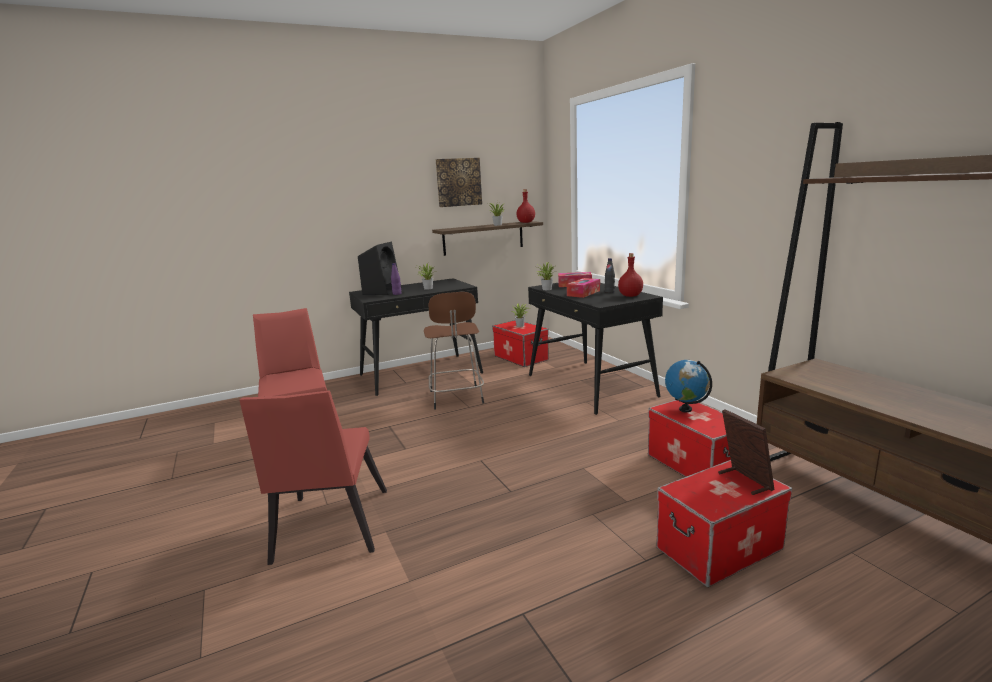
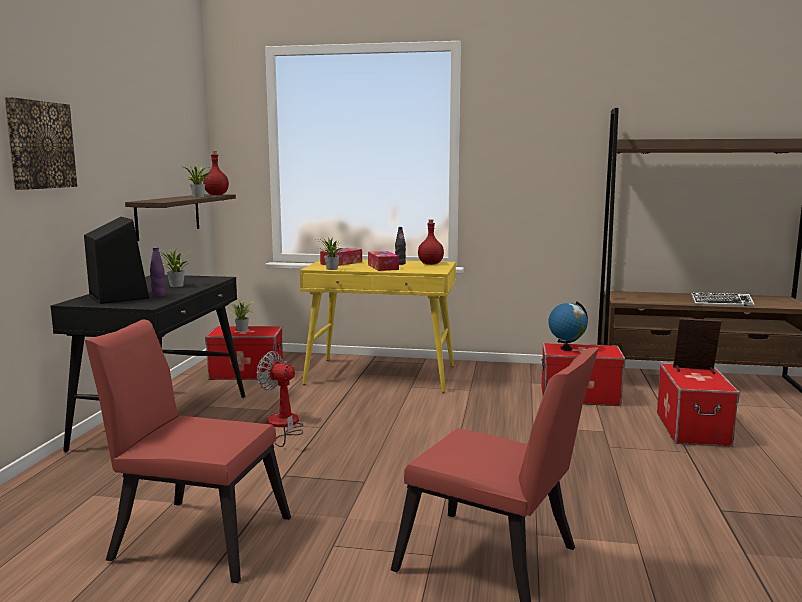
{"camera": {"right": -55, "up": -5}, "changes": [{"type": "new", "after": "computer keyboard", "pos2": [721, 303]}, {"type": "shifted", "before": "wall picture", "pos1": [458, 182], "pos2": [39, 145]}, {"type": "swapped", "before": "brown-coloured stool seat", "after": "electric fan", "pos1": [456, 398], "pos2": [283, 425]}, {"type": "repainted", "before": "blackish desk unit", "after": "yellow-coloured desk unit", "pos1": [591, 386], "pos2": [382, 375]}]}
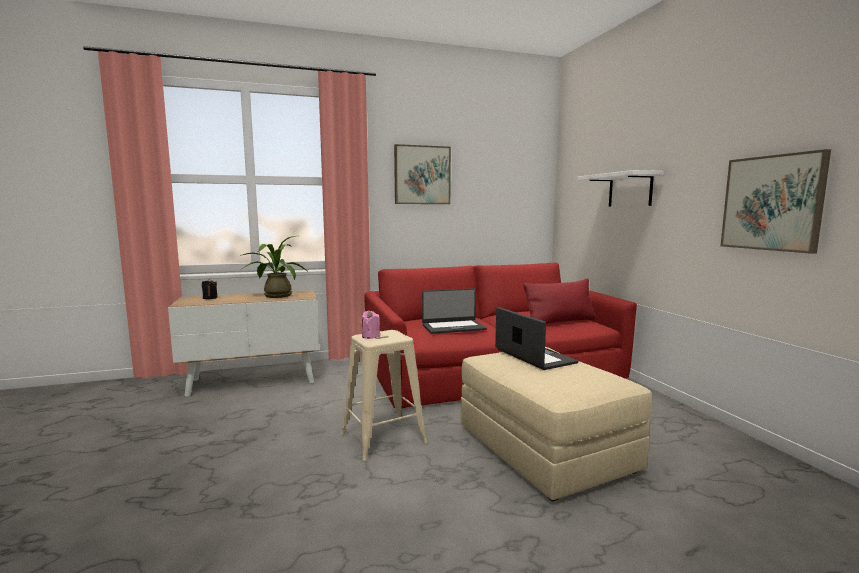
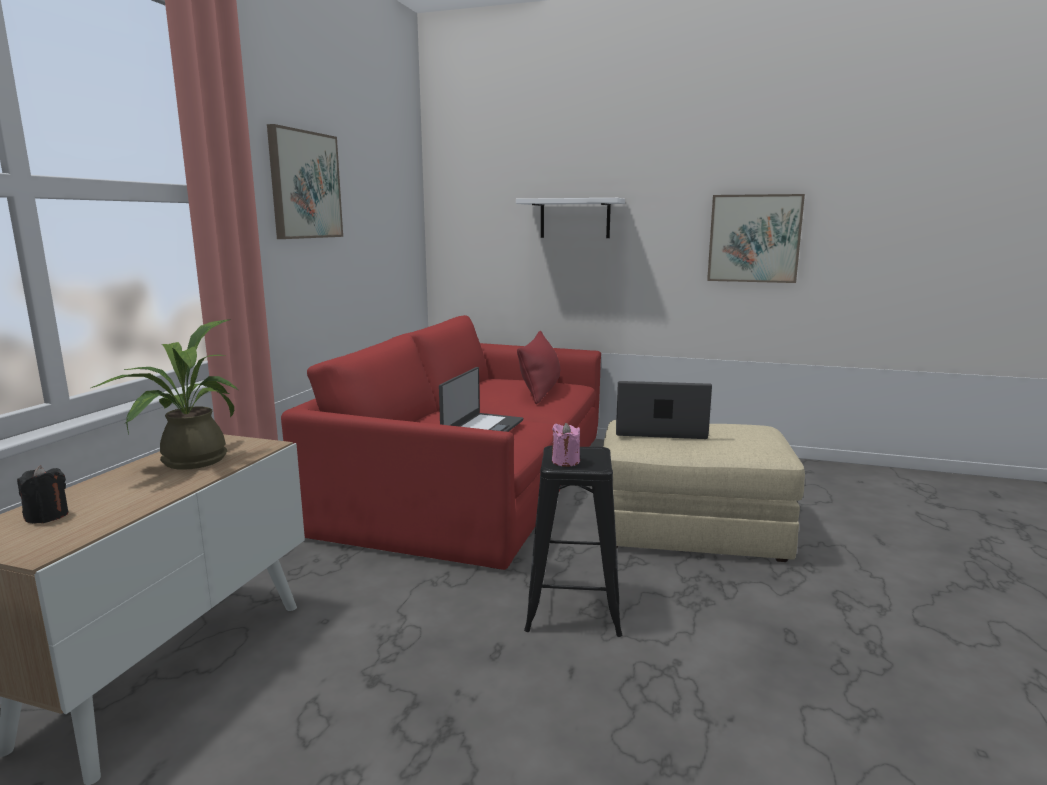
{"camera": {"right": -55, "up": 5}, "changes": [{"type": "repainted", "before": "beige stool seat", "after": "blackish stool seat", "pos1": [383, 438], "pos2": [573, 605]}]}
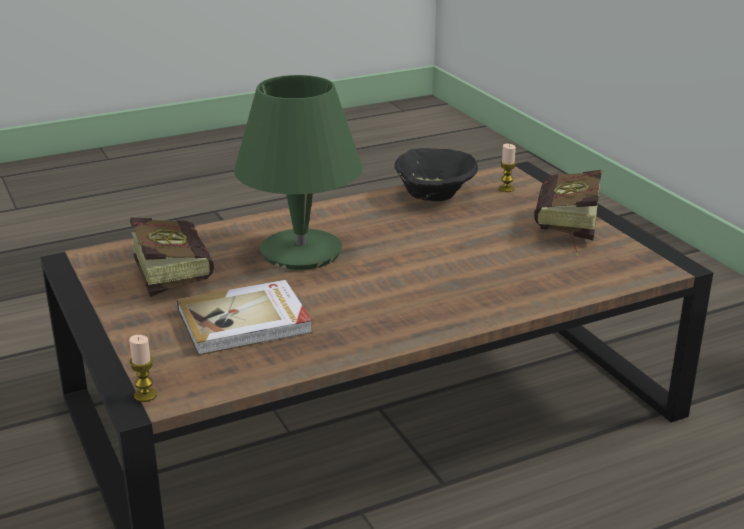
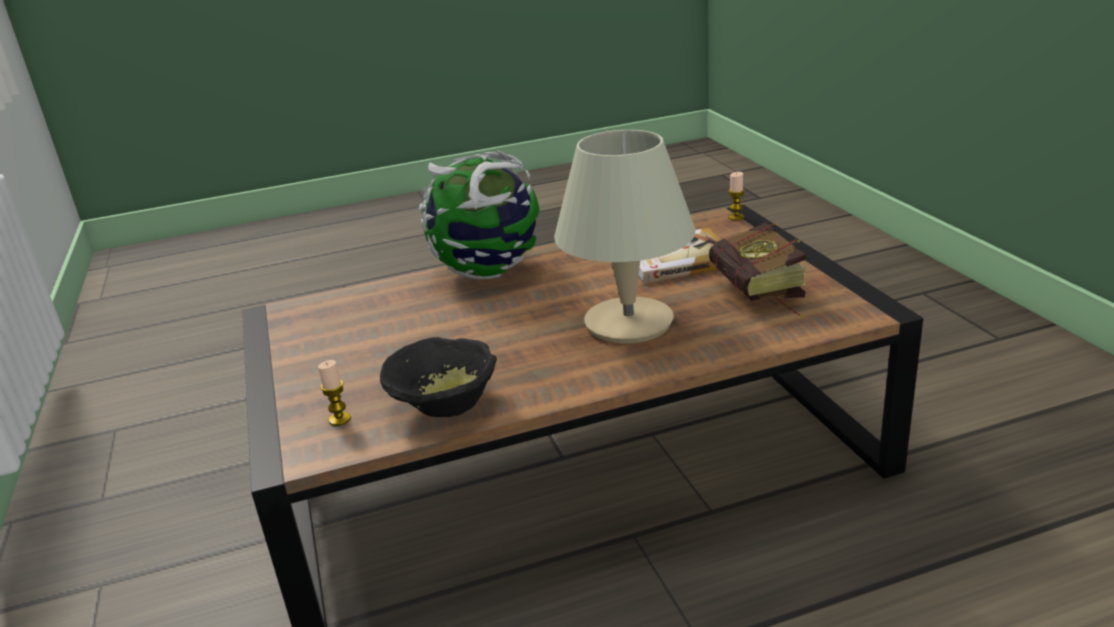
{"camera": {"right": -170, "up": 0}, "changes": [{"type": "gone", "before": "bound book", "pos1": [565, 232]}, {"type": "new", "after": "desk globe", "pos2": [489, 272]}, {"type": "repainted", "before": "greenish tabletop lamp", "after": "beige tabletop lamp", "pos1": [301, 251], "pos2": [628, 323]}]}
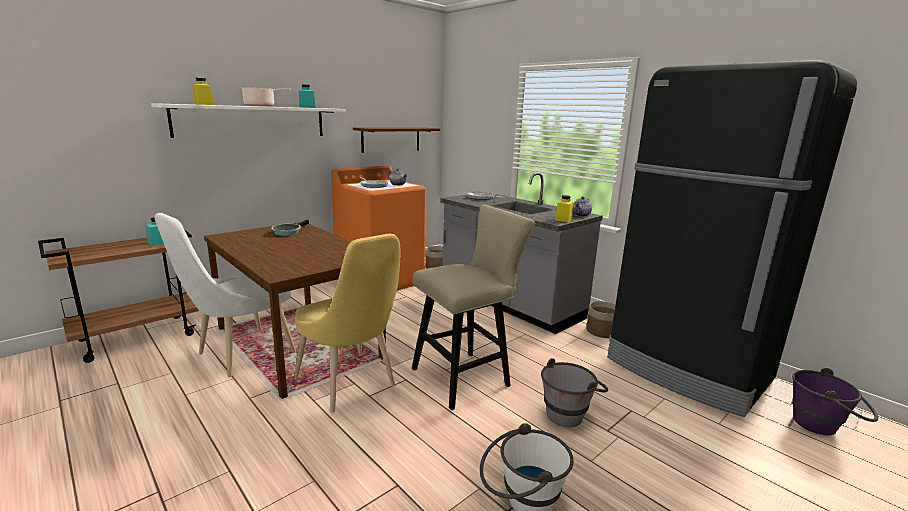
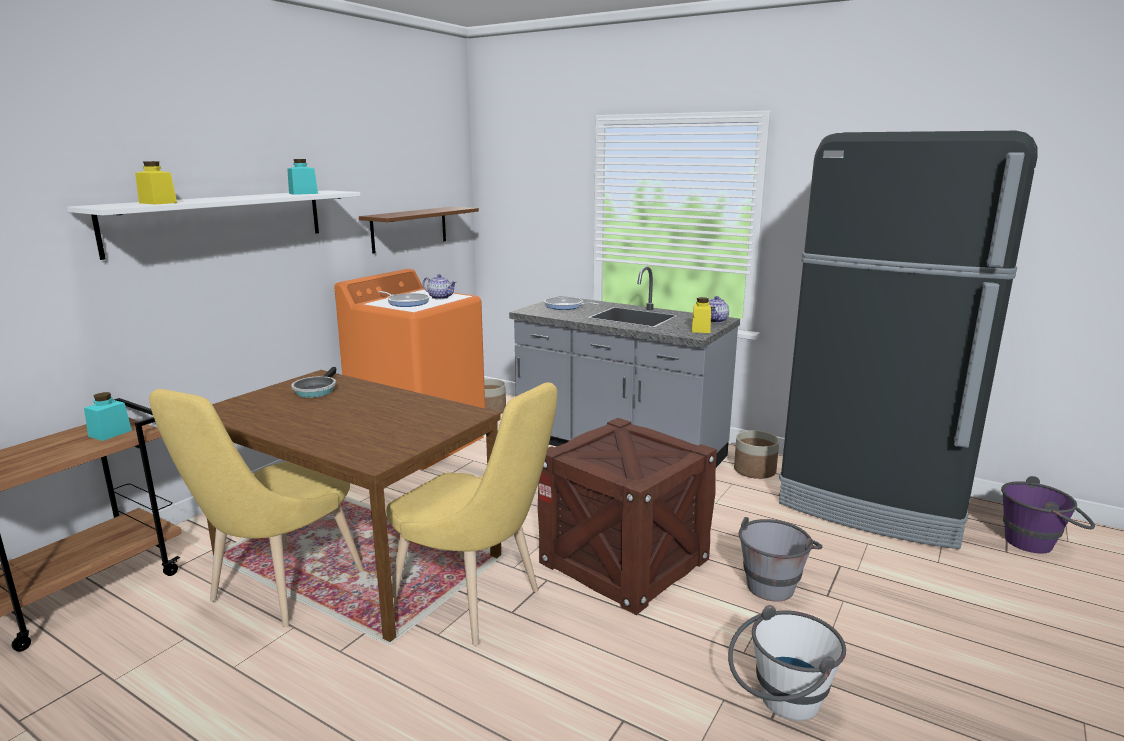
{"camera": {"right": -15, "up": 0}, "changes": [{"type": "gone", "before": "saucepot", "pos1": [261, 106]}, {"type": "swapped", "before": "beige stool seat", "after": "shipping crate", "pos1": [466, 376], "pos2": [624, 560]}, {"type": "repainted", "before": "whitish chair", "after": "yellow-coloured chair", "pos1": [240, 355], "pos2": [279, 590]}]}
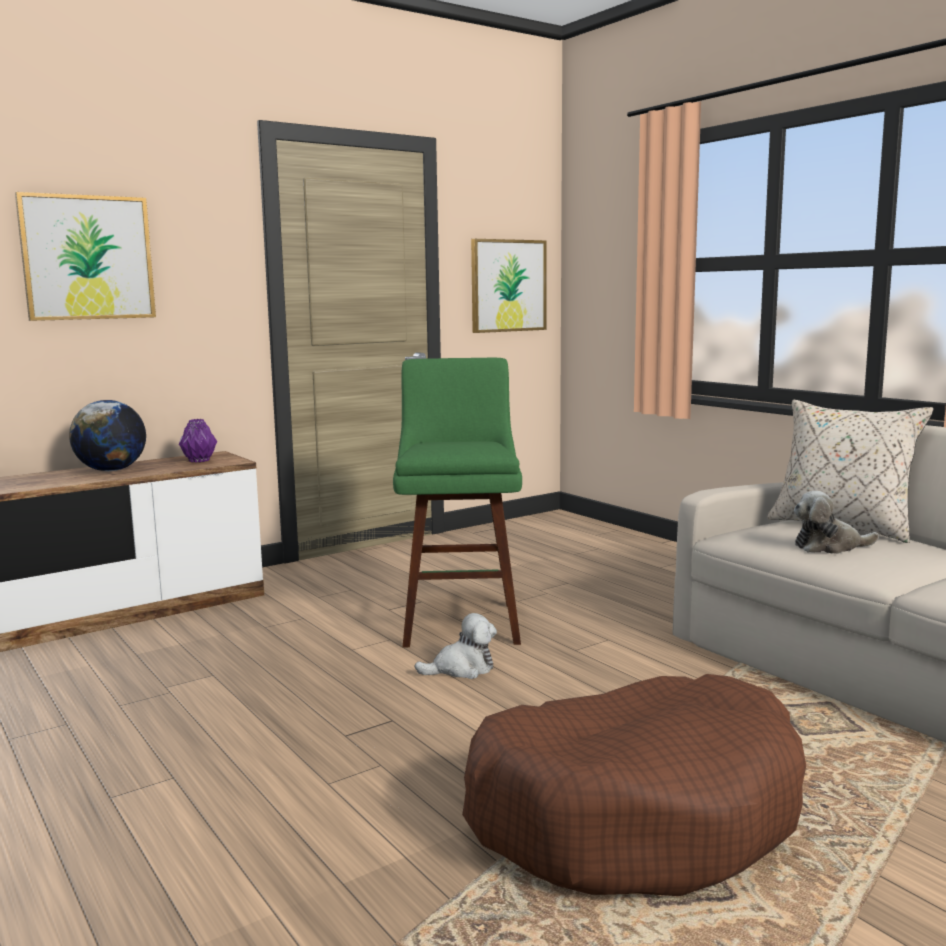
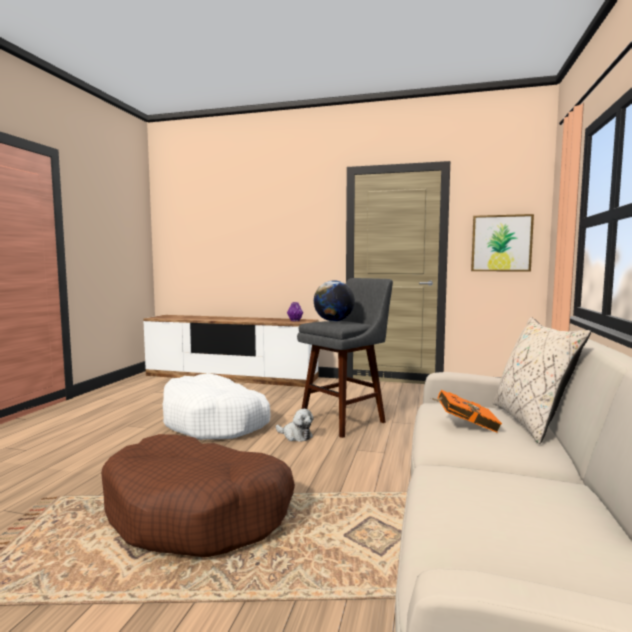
{"camera": {"right": 50, "up": -5}, "changes": [{"type": "gone", "before": "wall picture", "pos1": [87, 258]}, {"type": "new", "after": "whitish dog bed", "pos2": [215, 422]}, {"type": "shifted", "before": "desk globe", "pos1": [111, 470], "pos2": [333, 321]}, {"type": "swapped", "before": "plush toy", "after": "orange bound book", "pos1": [829, 547], "pos2": [464, 425]}, {"type": "repainted", "before": "greenish stool seat", "after": "grey stool seat", "pos1": [461, 621], "pos2": [345, 420]}]}
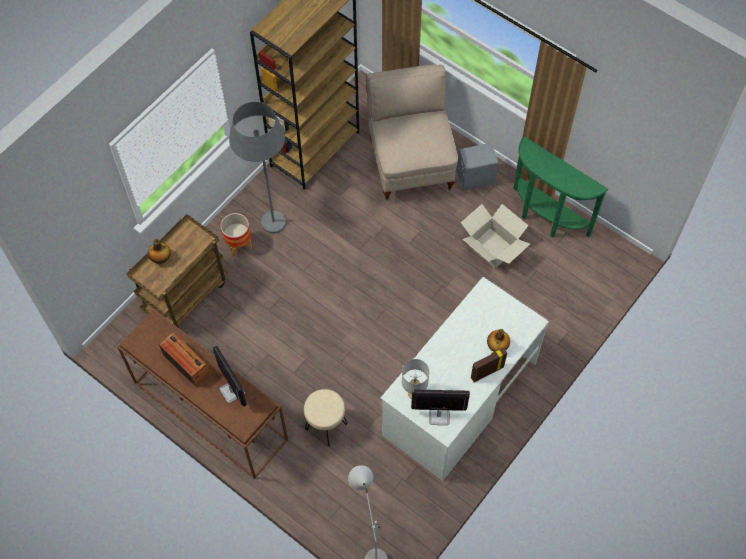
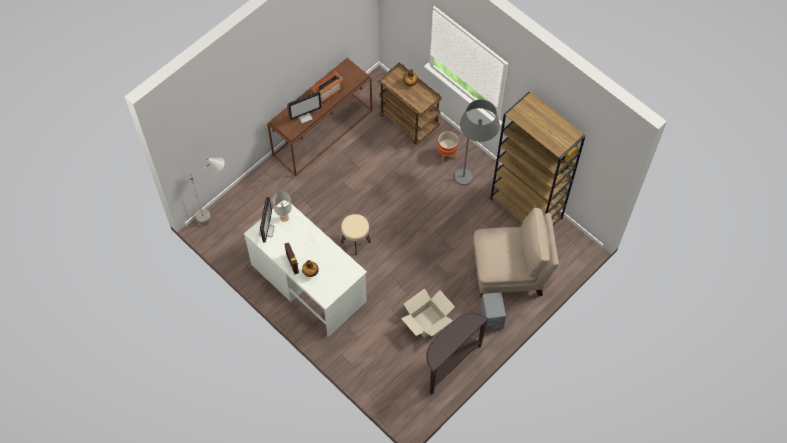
{"camera": {"right": 95, "up": 0}, "changes": [{"type": "shifted", "before": "beige stool seat", "pos1": [326, 426], "pos2": [356, 242]}, {"type": "repainted", "before": "greenish narrow table", "after": "brown-coloured narrow table", "pos1": [545, 219], "pos2": [449, 364]}]}
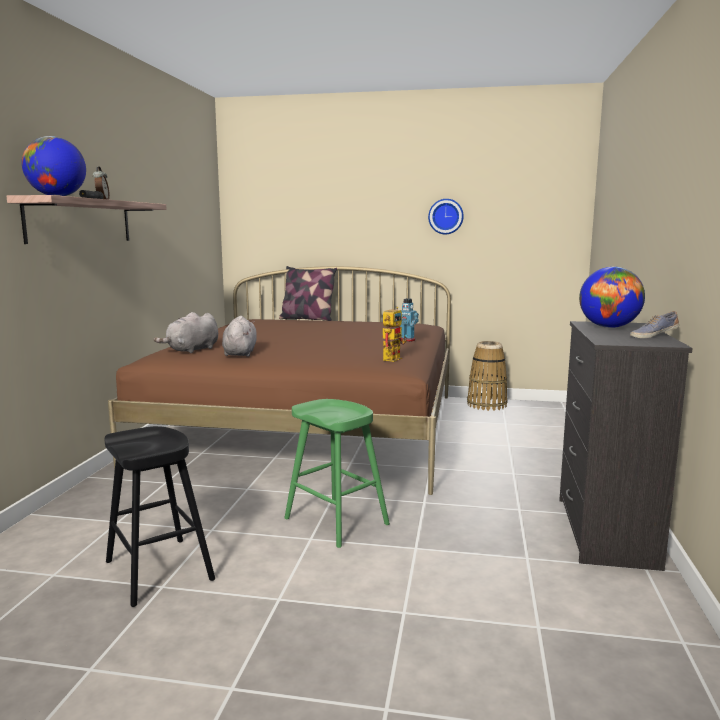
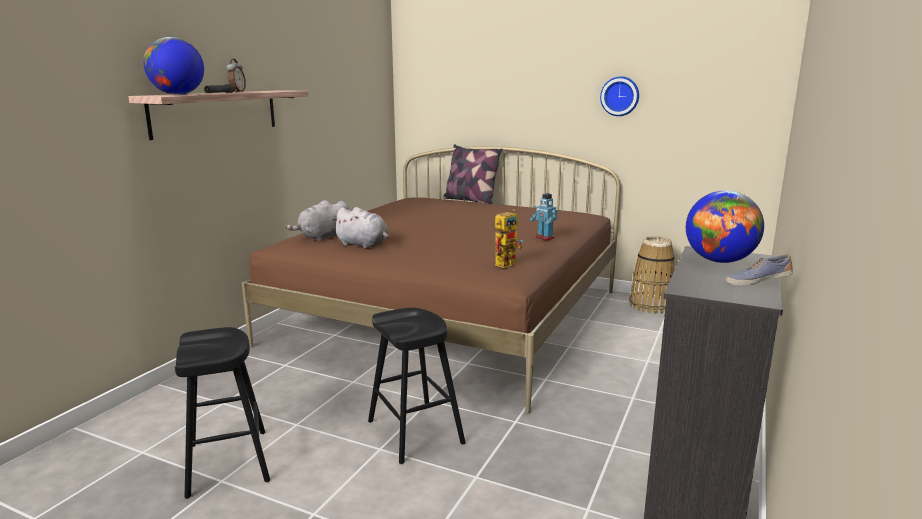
{"camera": {"right": 15, "up": 5}, "changes": [{"type": "repainted", "before": "greenish stool seat", "after": "blackish stool seat", "pos1": [336, 521], "pos2": [415, 432]}, {"type": "rotated", "before": "grey plush toy", "pos1": [240, 353], "pos2": [363, 245], "turn": 105}]}
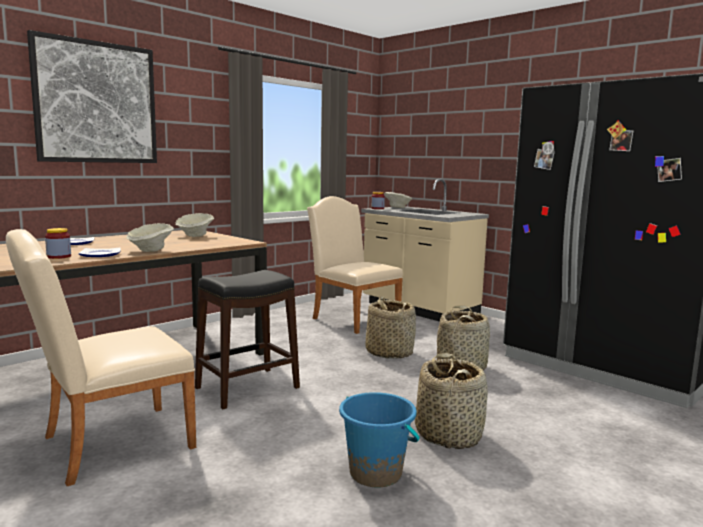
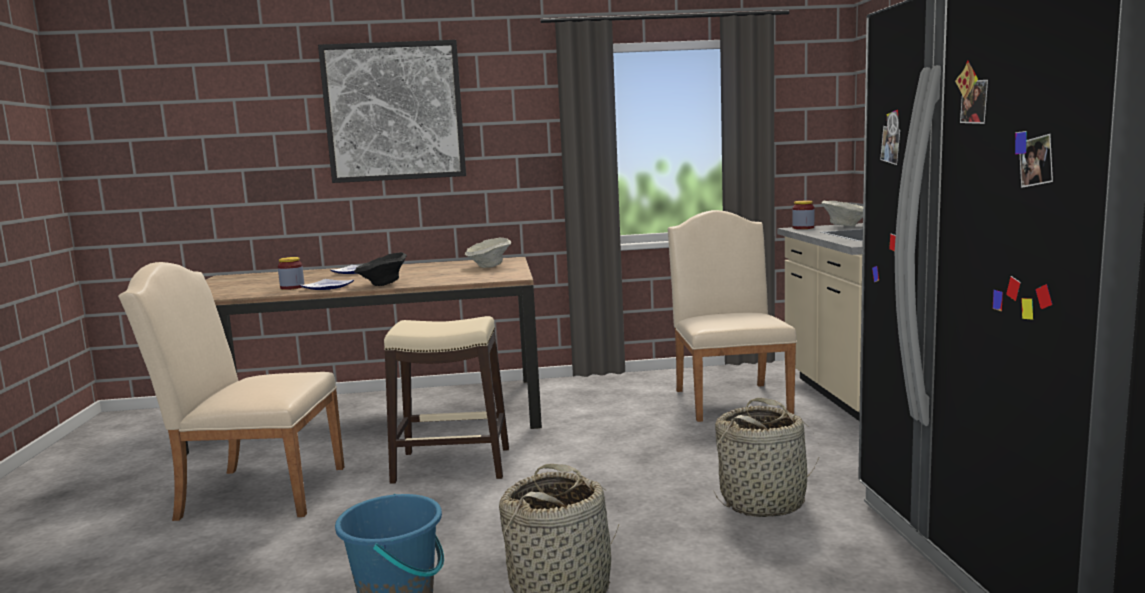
{"camera": {"right": 40, "up": 0}, "changes": [{"type": "gone", "before": "storage basket", "pos1": [389, 352]}, {"type": "repainted", "before": "beige bowl", "after": "blackish bowl", "pos1": [150, 250], "pos2": [382, 284]}, {"type": "repainted", "before": "blackish stool seat", "after": "beige stool seat", "pos1": [248, 388], "pos2": [452, 465]}]}
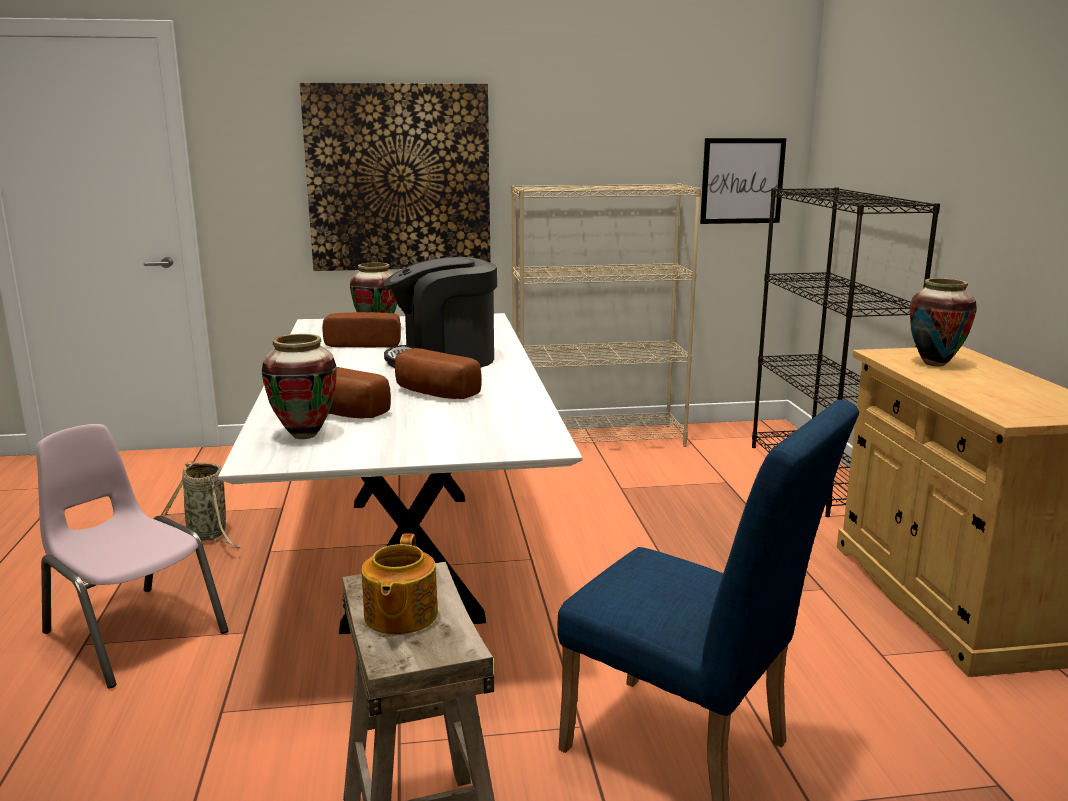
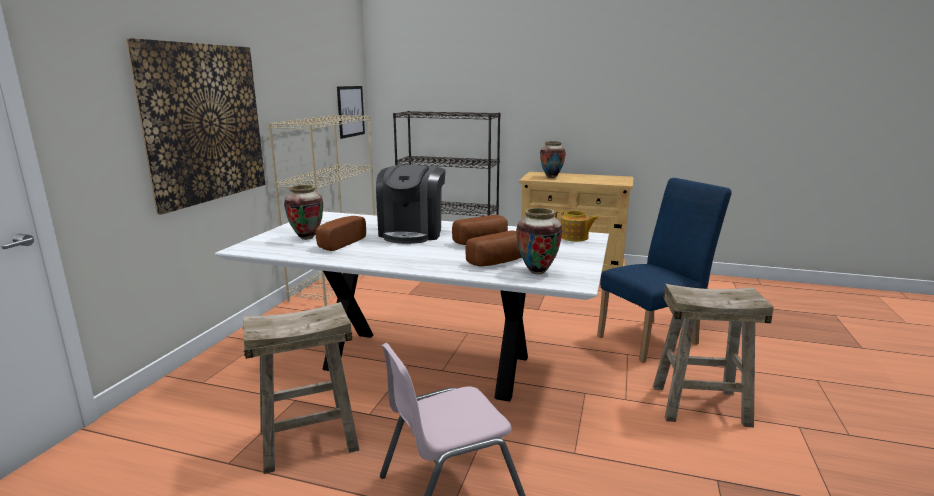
{"camera": {"right": -65, "up": 0}, "changes": [{"type": "shifted", "before": "tea pot", "pos1": [399, 616], "pos2": [574, 237]}, {"type": "swapped", "before": "storage basket", "after": "beige stool seat", "pos1": [208, 535], "pos2": [309, 439]}]}
